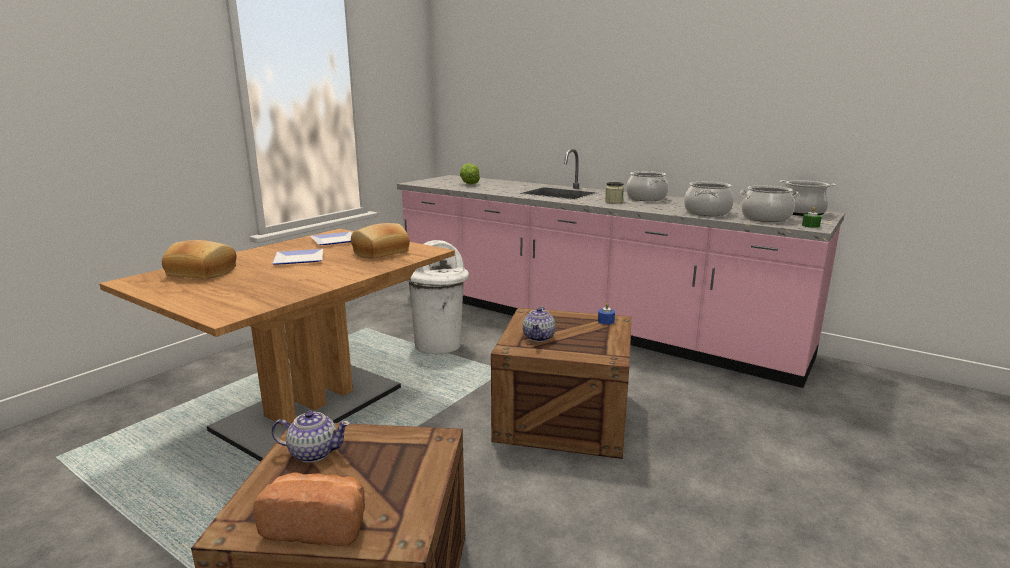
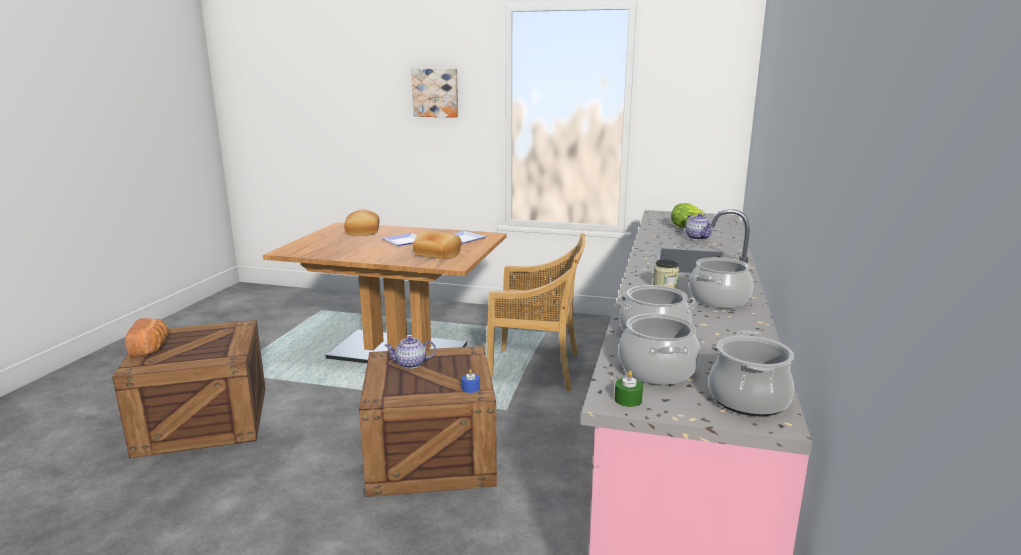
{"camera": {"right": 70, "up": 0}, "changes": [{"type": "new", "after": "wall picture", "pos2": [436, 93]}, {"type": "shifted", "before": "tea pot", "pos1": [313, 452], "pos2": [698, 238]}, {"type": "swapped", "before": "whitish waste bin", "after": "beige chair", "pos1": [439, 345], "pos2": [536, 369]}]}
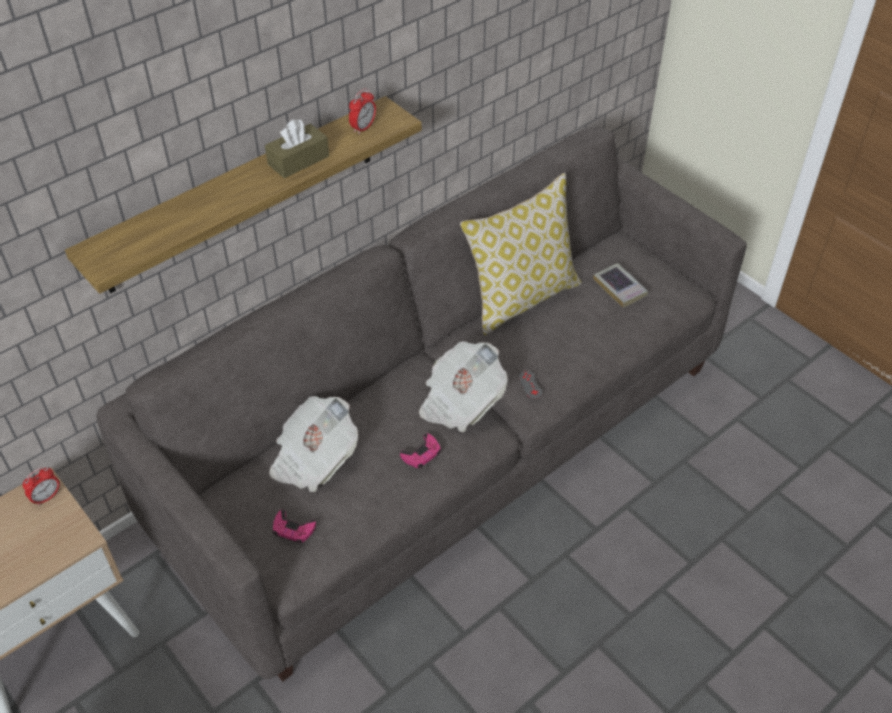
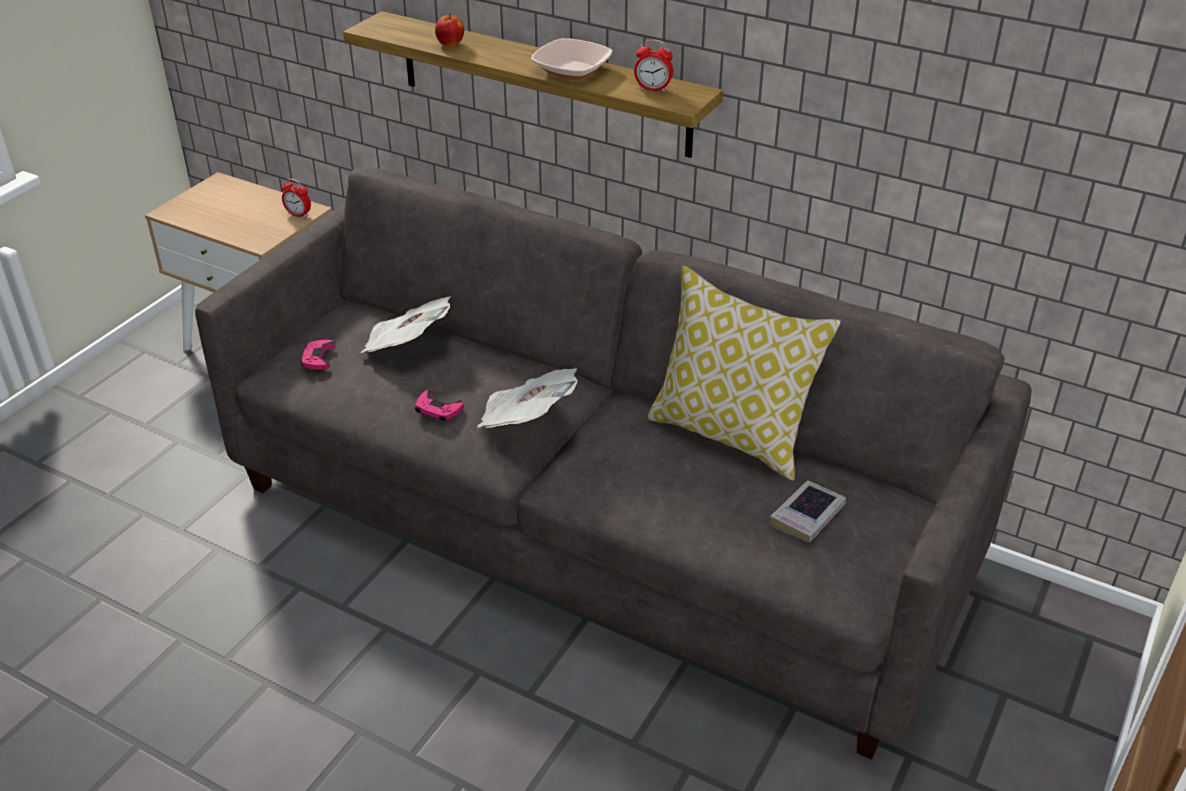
{"camera": {"right": 70, "up": -10}, "changes": [{"type": "gone", "before": "grey joypad", "pos1": [530, 385]}, {"type": "new", "after": "whole apple", "pos2": [450, 44]}, {"type": "swapped", "before": "brown-coloured box of tissues", "after": "bowl", "pos1": [298, 160], "pos2": [571, 70]}]}
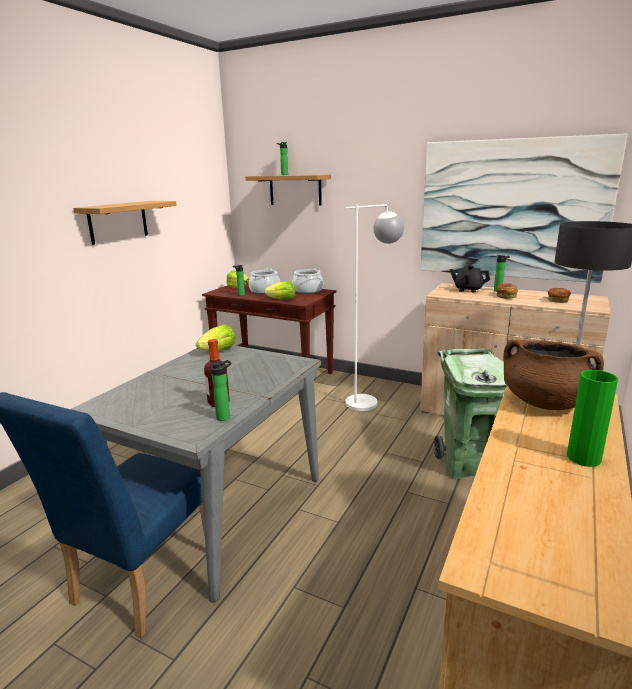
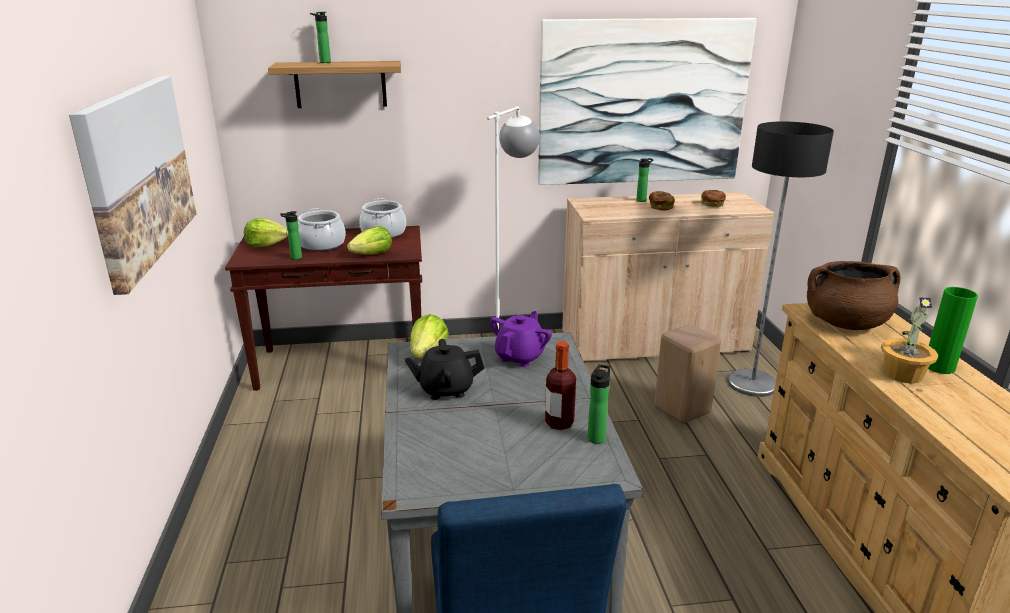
{"camera": {"right": -35, "up": 5}, "changes": [{"type": "new", "after": "purple tea pot", "pos2": [520, 357]}, {"type": "new", "after": "plant in a pot", "pos2": [902, 373]}, {"type": "shifted", "before": "blackish tea pot", "pos1": [468, 290], "pos2": [445, 389]}, {"type": "swapped", "before": "bracket shelf", "after": "wall picture", "pos1": [118, 222], "pos2": [138, 174]}, {"type": "swapped", "before": "greenish waste bin", "after": "beige stool seat", "pos1": [468, 466], "pos2": [682, 409]}]}
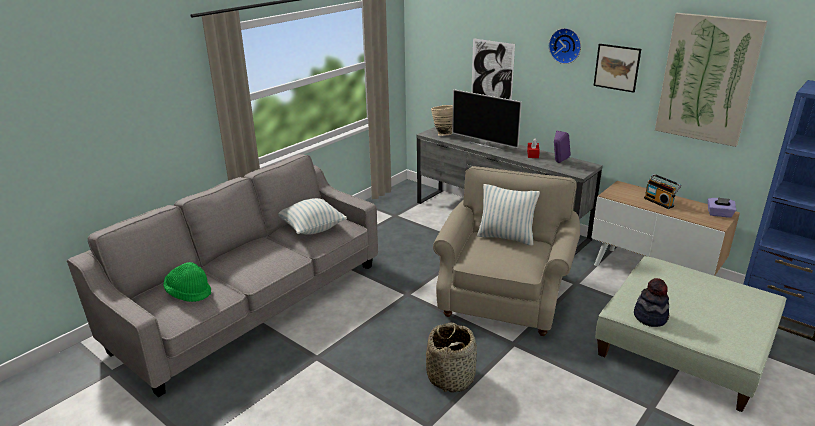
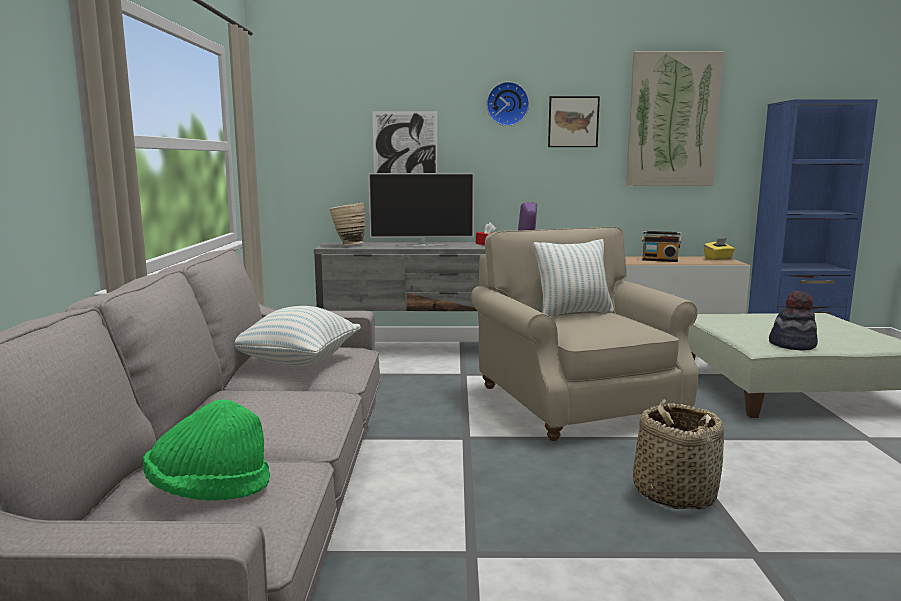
{"camera": {"right": -40, "up": -15}, "changes": [{"type": "repainted", "before": "purple box of tissues", "after": "yellow-coloured box of tissues", "pos1": [719, 214], "pos2": [718, 258]}]}
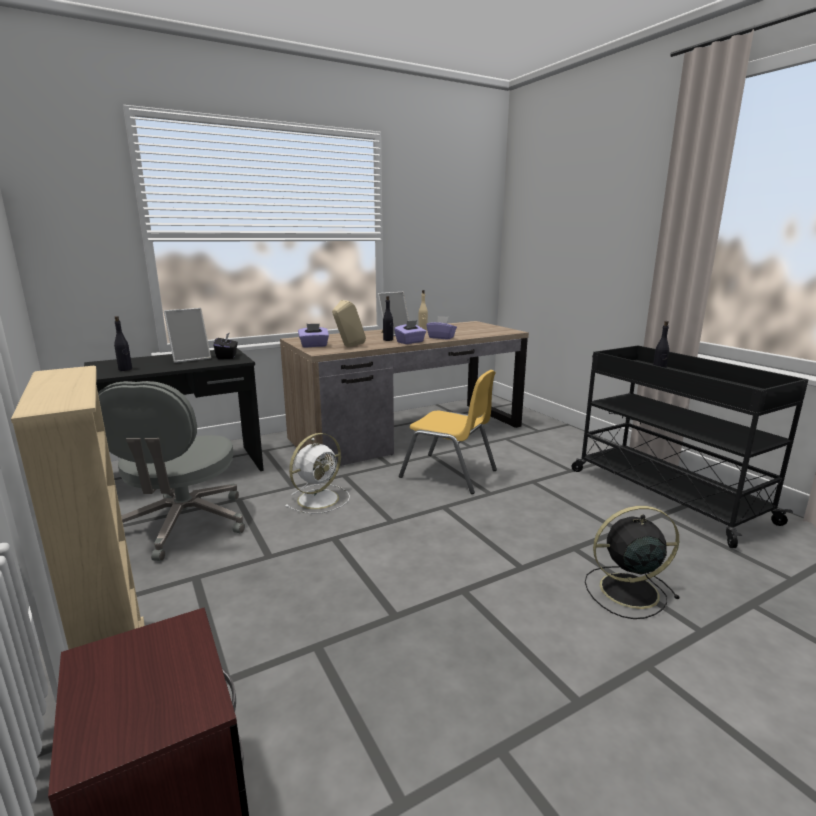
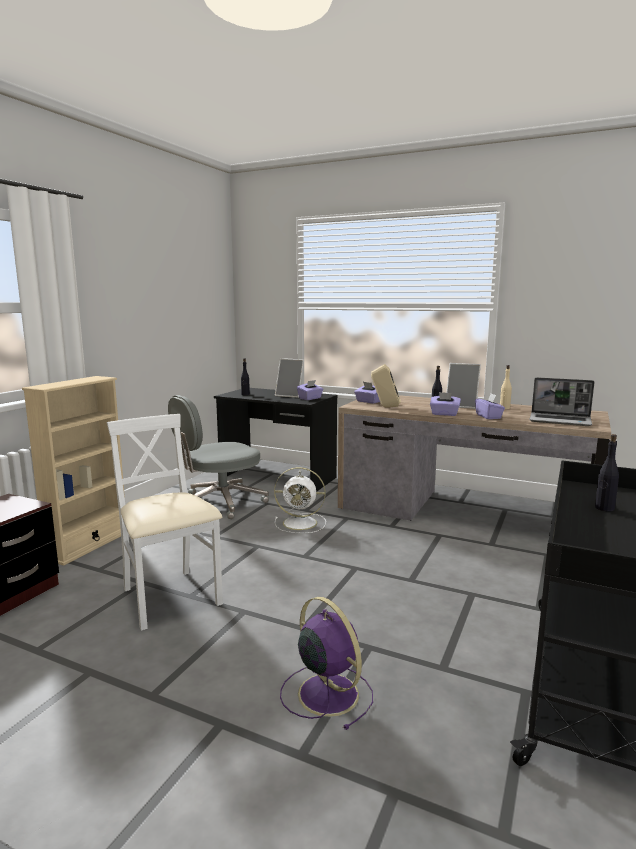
{"camera": {"right": 55, "up": -5}, "changes": [{"type": "gone", "before": "yellow-coloured chair", "pos1": [449, 474]}, {"type": "new", "after": "whitish chair", "pos2": [170, 598]}, {"type": "new", "after": "notebook computer", "pos2": [560, 421]}, {"type": "repainted", "before": "blackish box of tissues", "after": "purple box of tissues", "pos1": [227, 356], "pos2": [310, 398]}, {"type": "repainted", "before": "blackish electric fan", "after": "purple electric fan", "pos1": [626, 590], "pos2": [326, 692]}]}
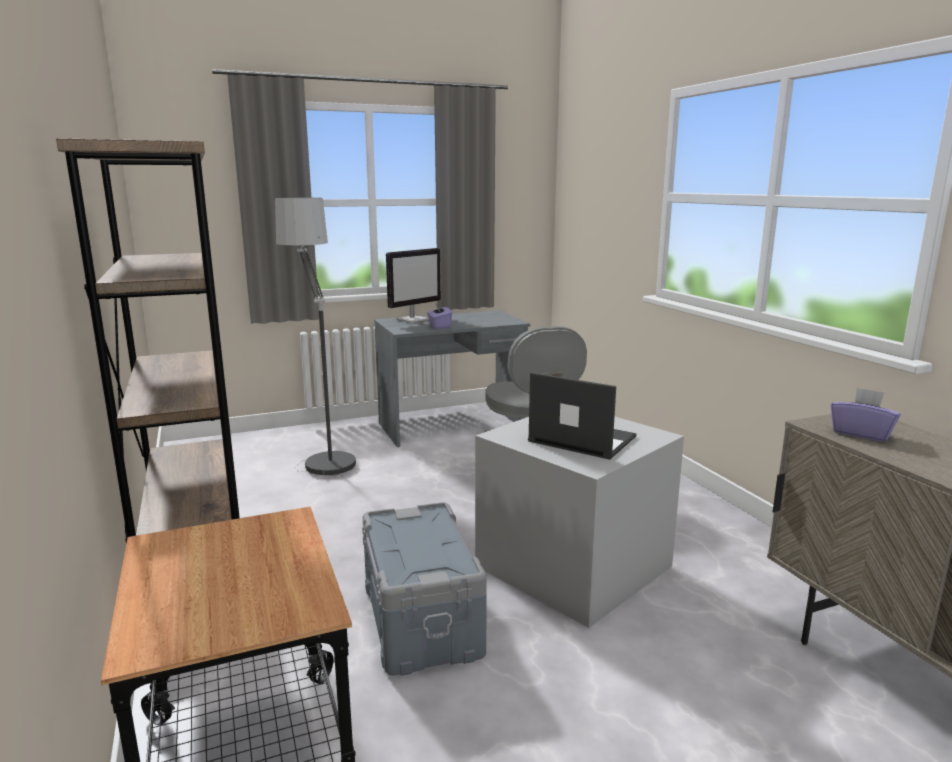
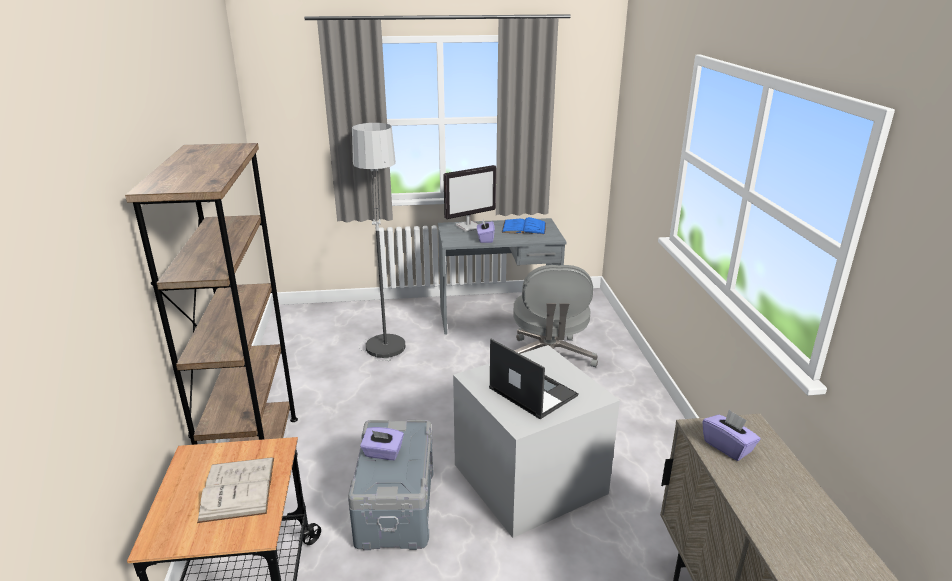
{"camera": {"right": 15, "up": 10}, "changes": [{"type": "new", "after": "whitish bound book", "pos2": [238, 489]}, {"type": "new", "after": "purple box of tissues", "pos2": [383, 453]}, {"type": "new", "after": "blue bound book", "pos2": [524, 227]}]}
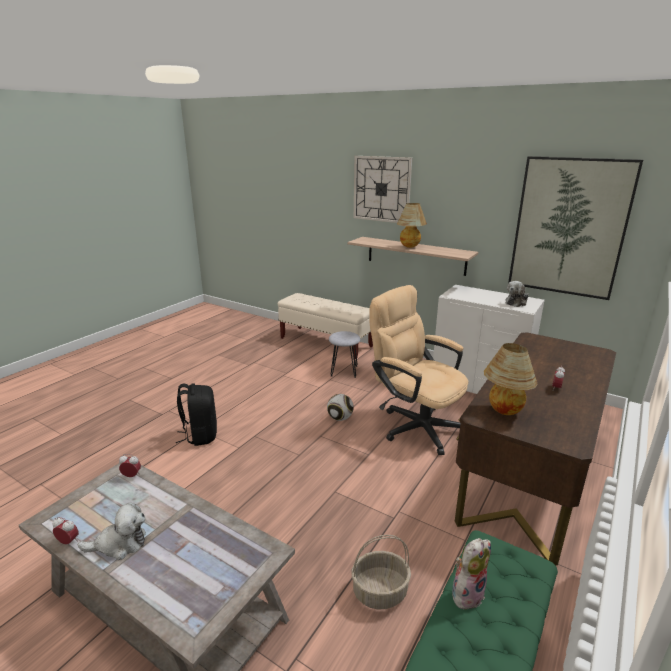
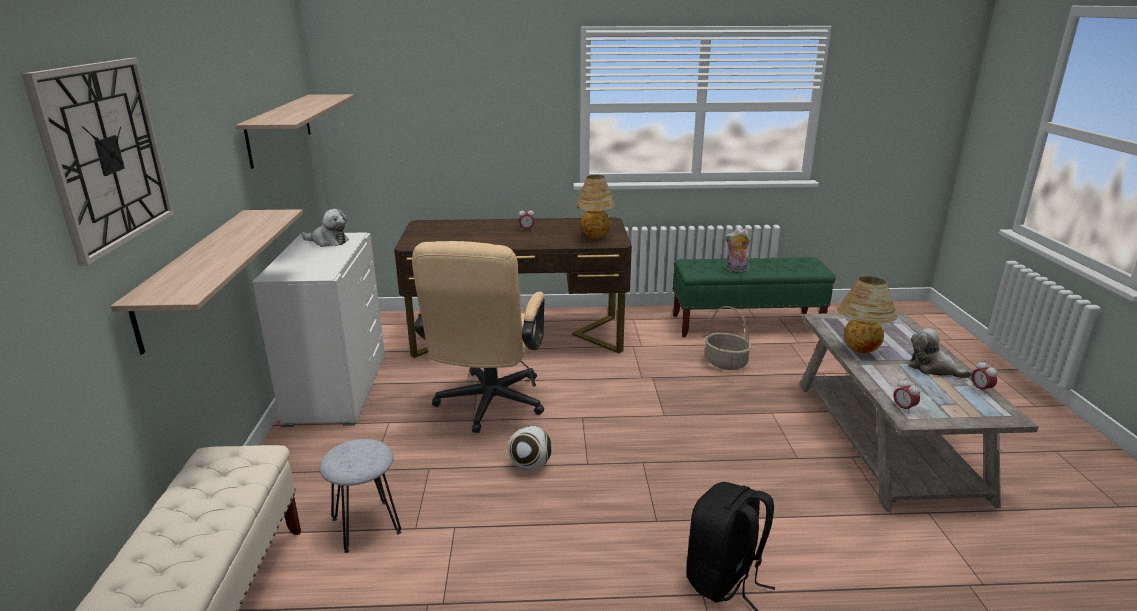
{"camera": {"right": -125, "up": 0}, "changes": [{"type": "shifted", "before": "tabletop lamp", "pos1": [410, 247], "pos2": [859, 350]}, {"type": "swapped", "before": "wall picture", "after": "bracket shelf", "pos1": [569, 228], "pos2": [280, 128]}]}
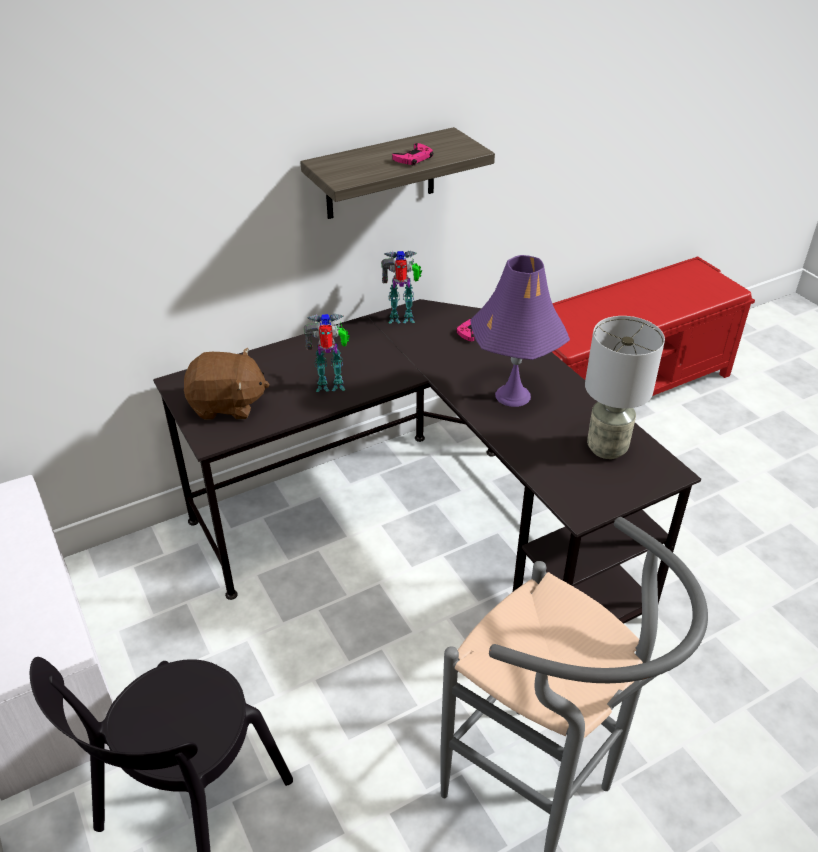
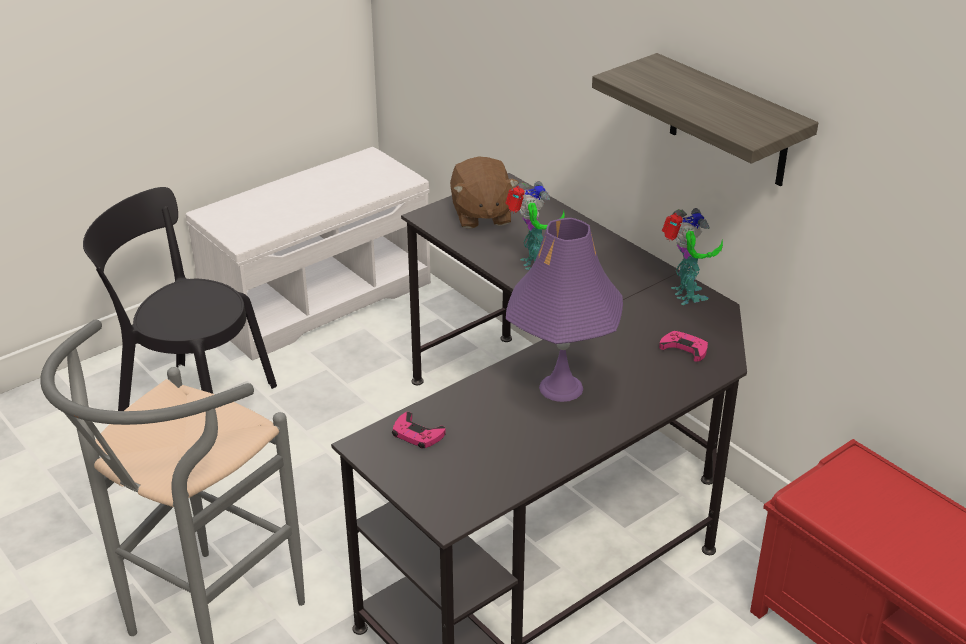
{"camera": {"right": 80, "up": -5}, "changes": [{"type": "gone", "before": "grey tabletop lamp", "pos1": [607, 447]}, {"type": "shifted", "before": "pink joypad", "pos1": [414, 158], "pos2": [417, 435]}]}
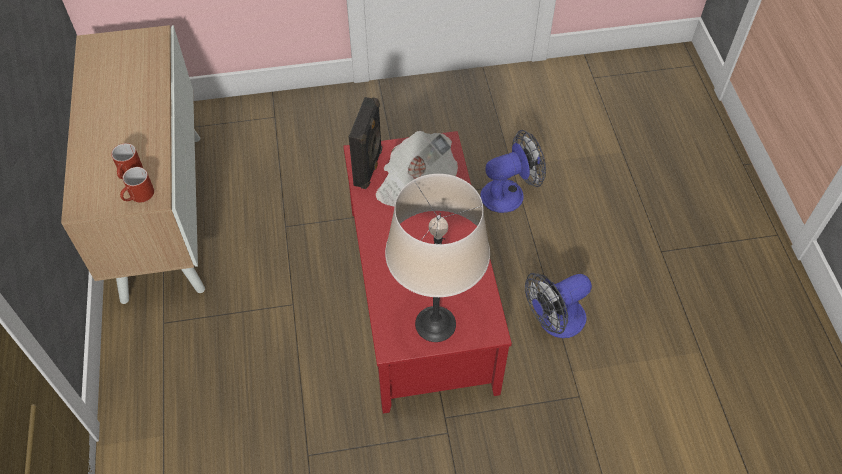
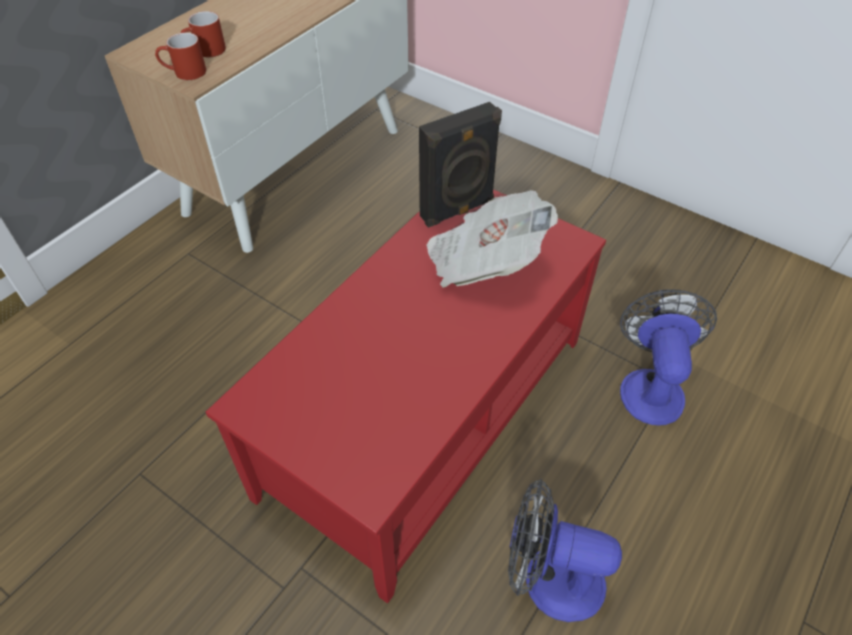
{"camera": {"right": 45, "up": -5}, "changes": [{"type": "gone", "before": "beige tabletop lamp", "pos1": [435, 323]}, {"type": "rotated", "before": "electric fan", "pos1": [509, 193], "pos2": [650, 386], "turn": -105}]}
